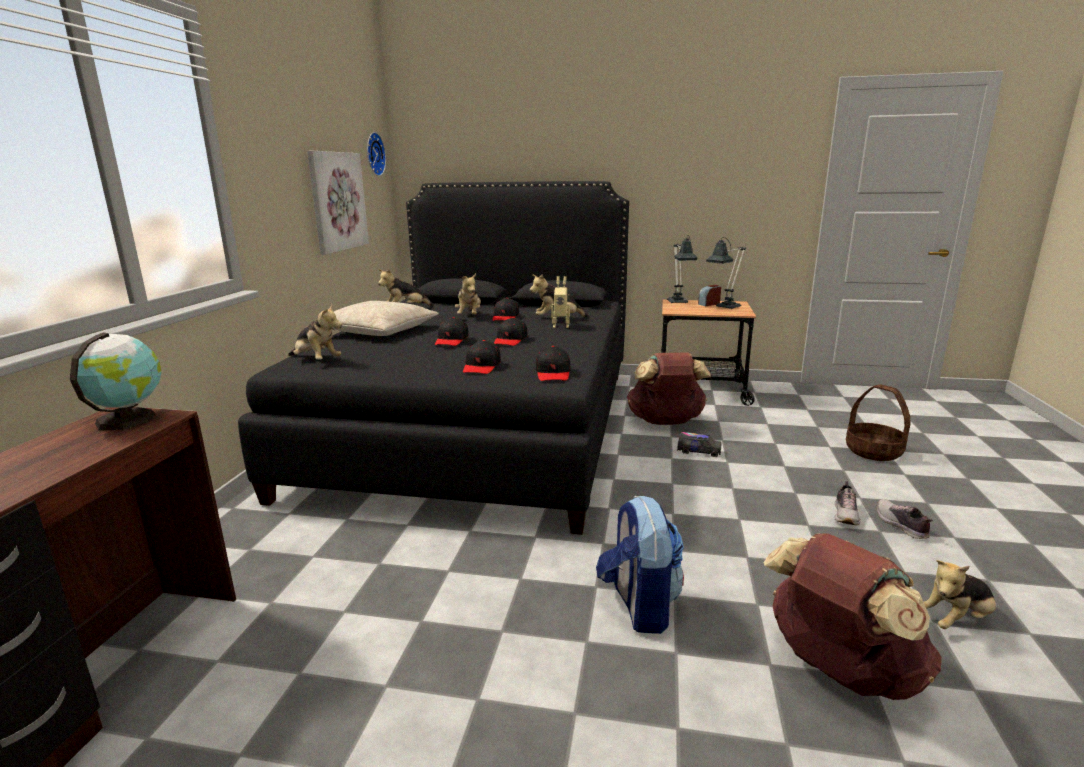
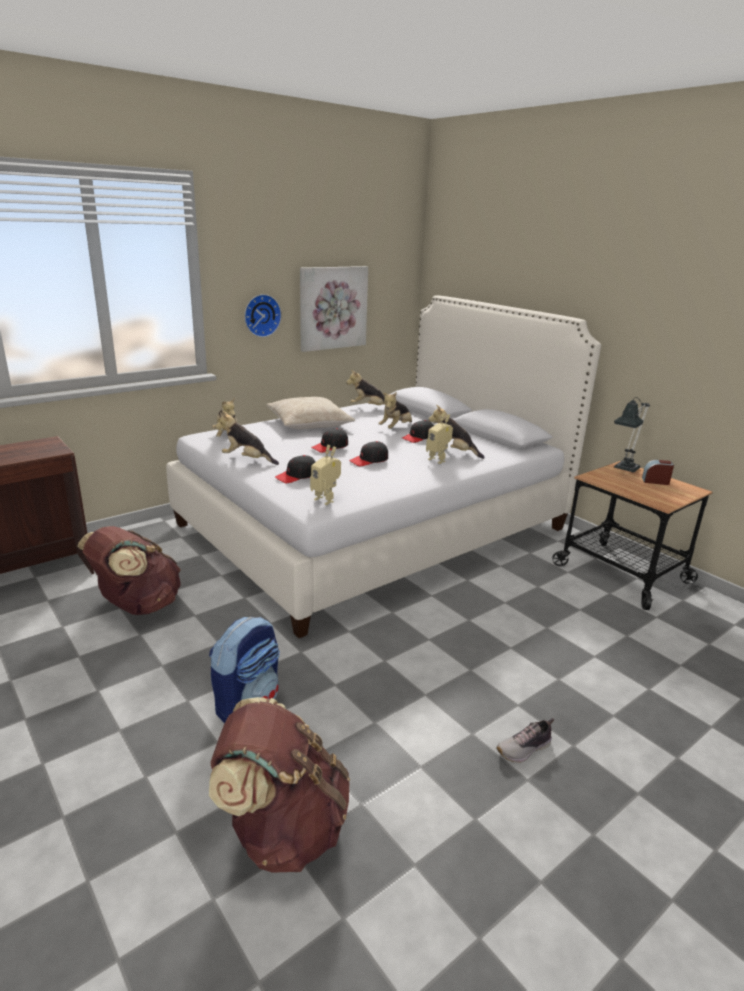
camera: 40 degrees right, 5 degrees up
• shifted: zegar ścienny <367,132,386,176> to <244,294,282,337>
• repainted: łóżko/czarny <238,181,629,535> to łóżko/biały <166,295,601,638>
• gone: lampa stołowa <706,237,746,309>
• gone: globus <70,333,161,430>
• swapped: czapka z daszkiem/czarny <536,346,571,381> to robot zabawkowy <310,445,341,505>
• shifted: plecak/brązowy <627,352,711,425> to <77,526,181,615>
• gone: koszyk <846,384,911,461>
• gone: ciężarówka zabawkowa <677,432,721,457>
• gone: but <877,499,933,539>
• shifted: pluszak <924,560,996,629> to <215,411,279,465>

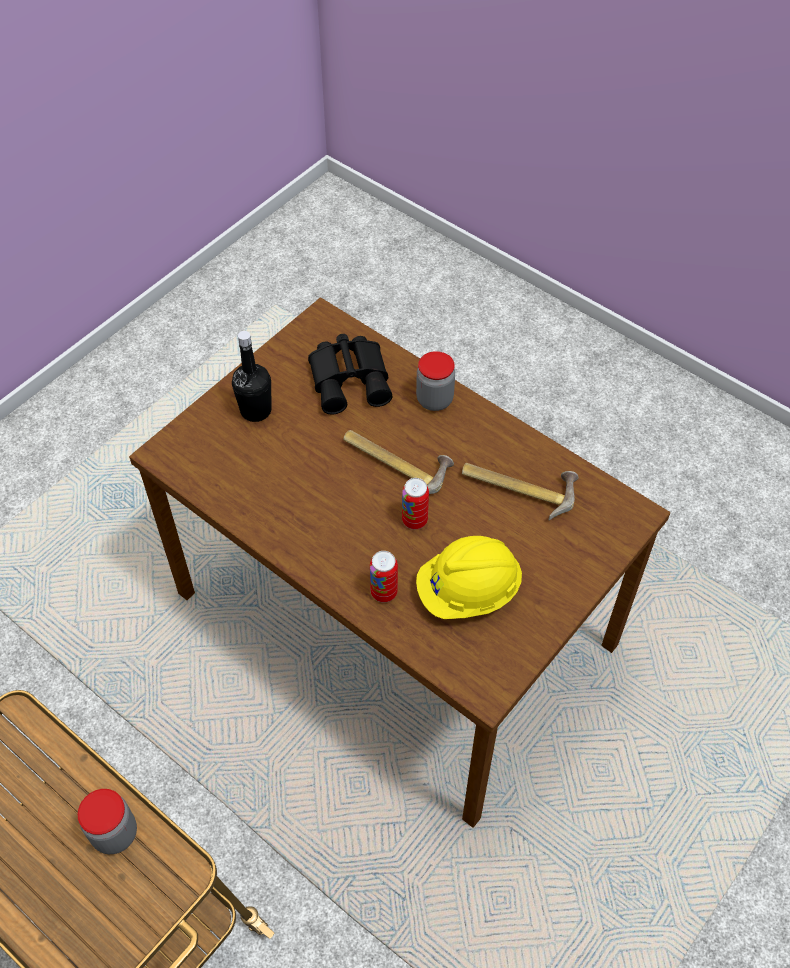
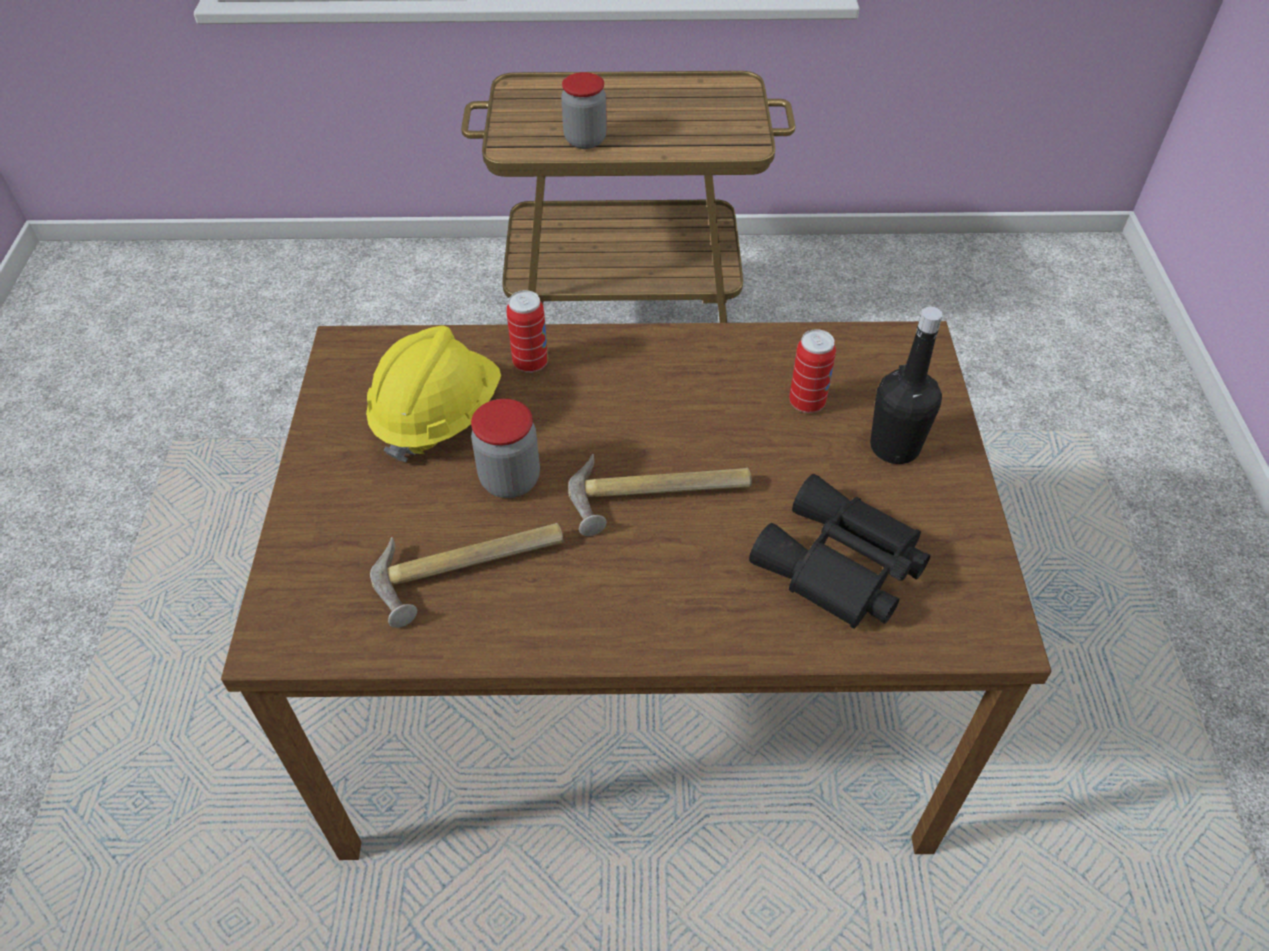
camera: 140 degrees right, 5 degrees down
• shifted: słoik <416,351,455,411> to <471,399,540,498>
• shifted: puszka <402,478,429,530> to <789,329,836,413>

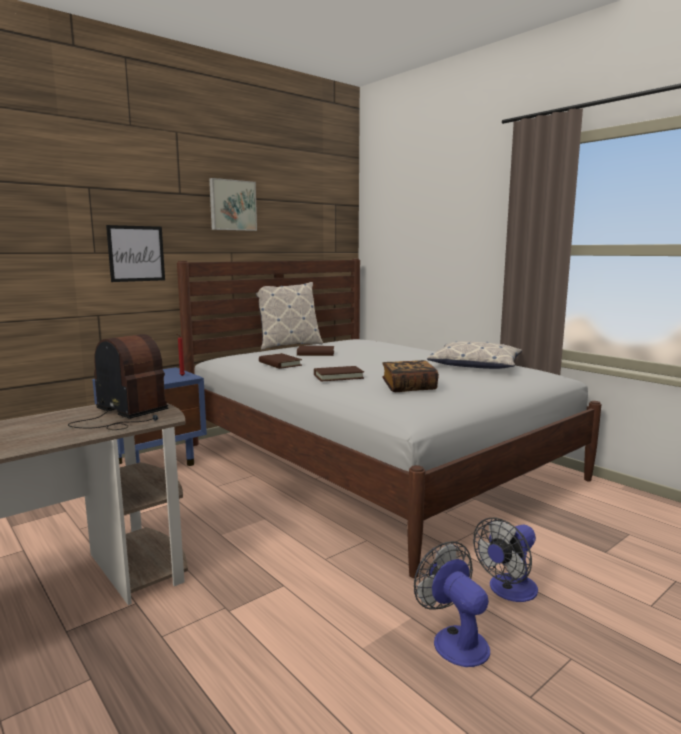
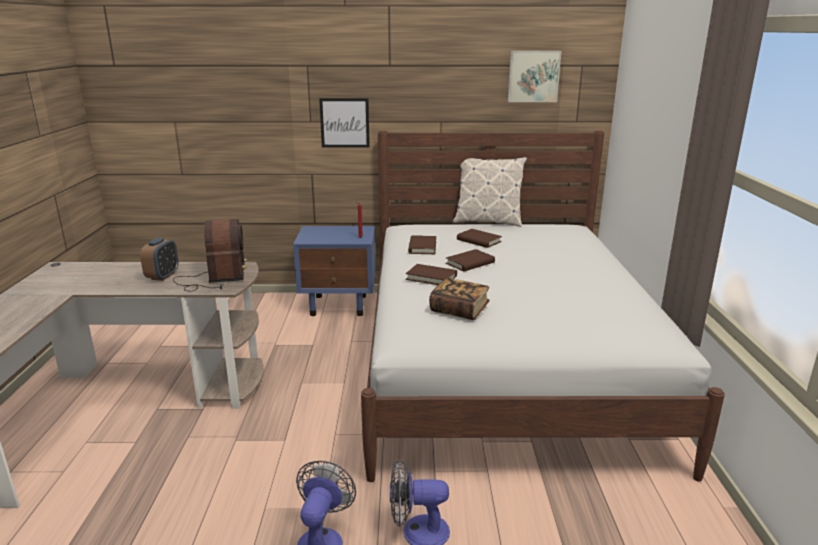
camera: 40 degrees right, 10 degrees up
• shifted: obraz <209,178,257,231> to <508,51,561,102>
• gone: poduszka <427,341,522,369>
• new: budzik <140,238,179,281>
• new: książka/brązowy <446,249,495,272>

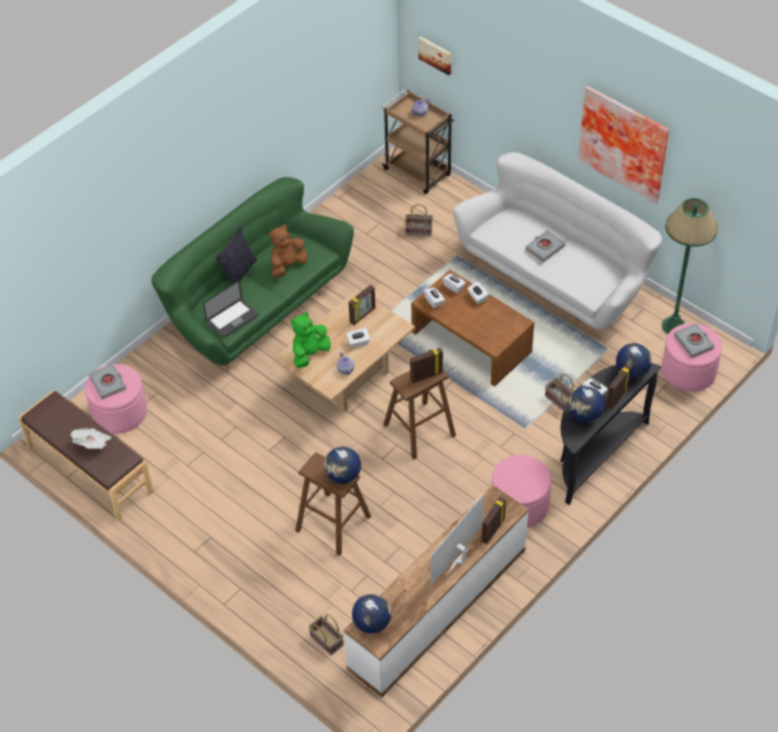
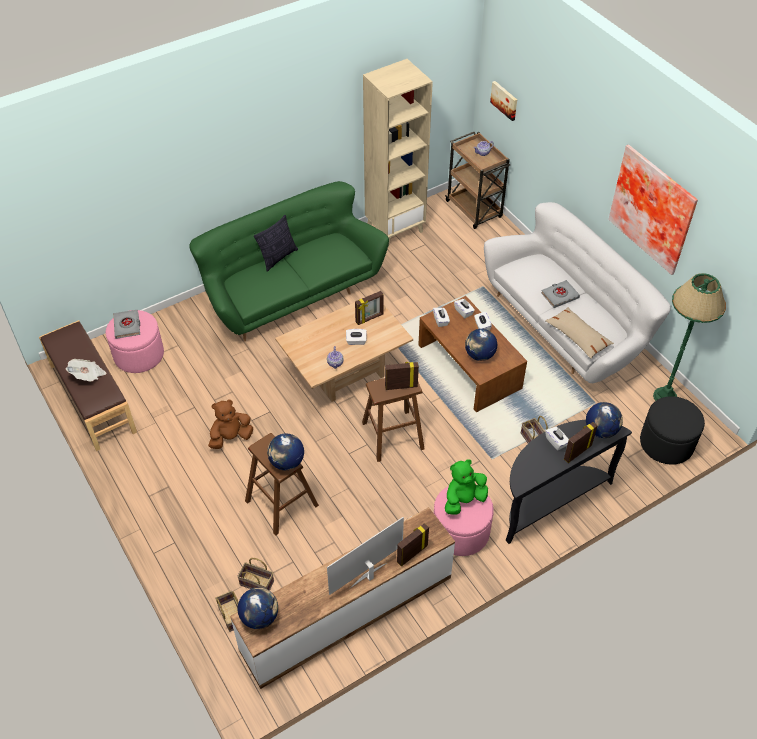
camera: 15 degrees right, 0 degrees up
• shifted: koszyk <405,204,433,236> to <237,558,274,591>
• shifted: pluszak/brązowy <269,225,308,278> to <208,399,253,449>
• gone: laptop <203,280,259,338>
• shifted: pluszak/zielony <290,312,331,368> to <445,459,488,515>
• repainted: pufa/różowy <661,323,722,392> to pufa/czarny <640,396,705,465>
• gone: książka/szary <674,323,715,358>
• shifted: globus <568,386,605,423> to <465,329,497,361>
• new: regał/beżowy <363,59,433,247>
• new: poduszka/beżowy <545,307,614,359>

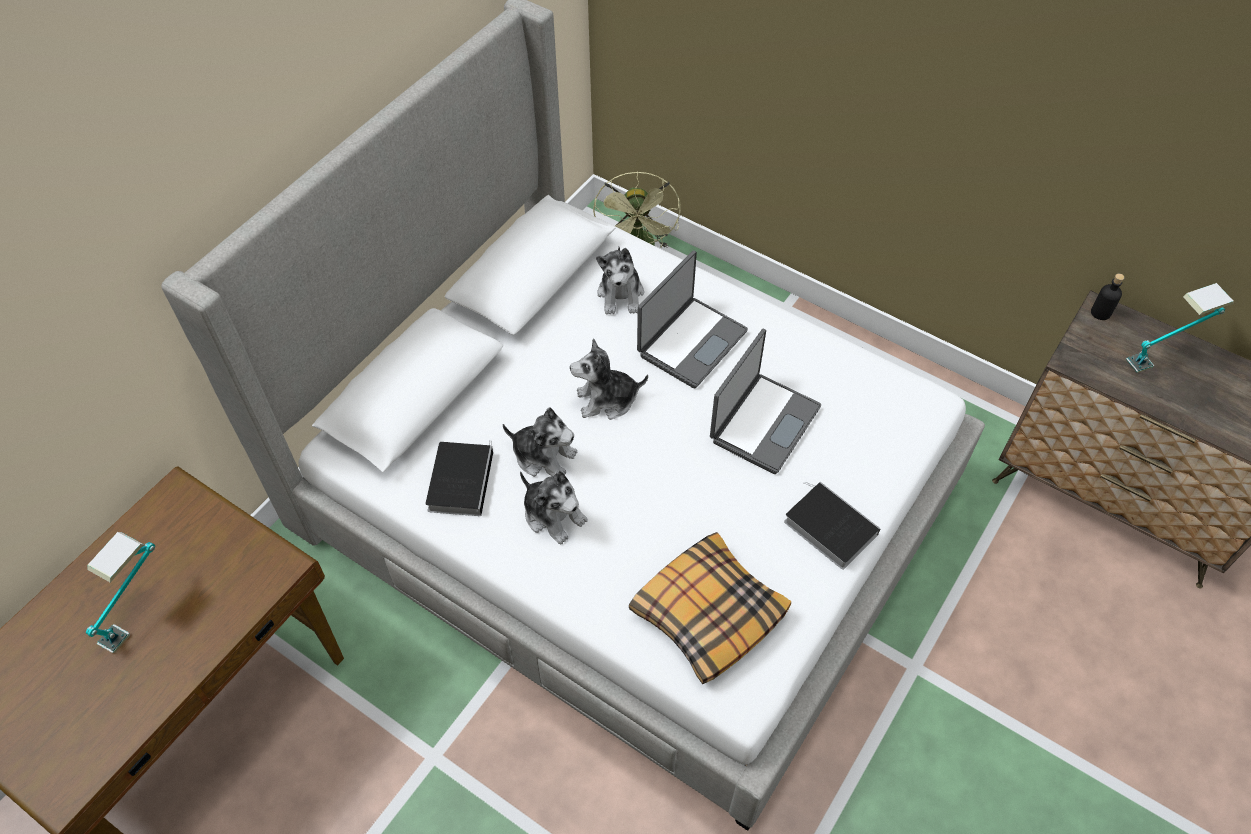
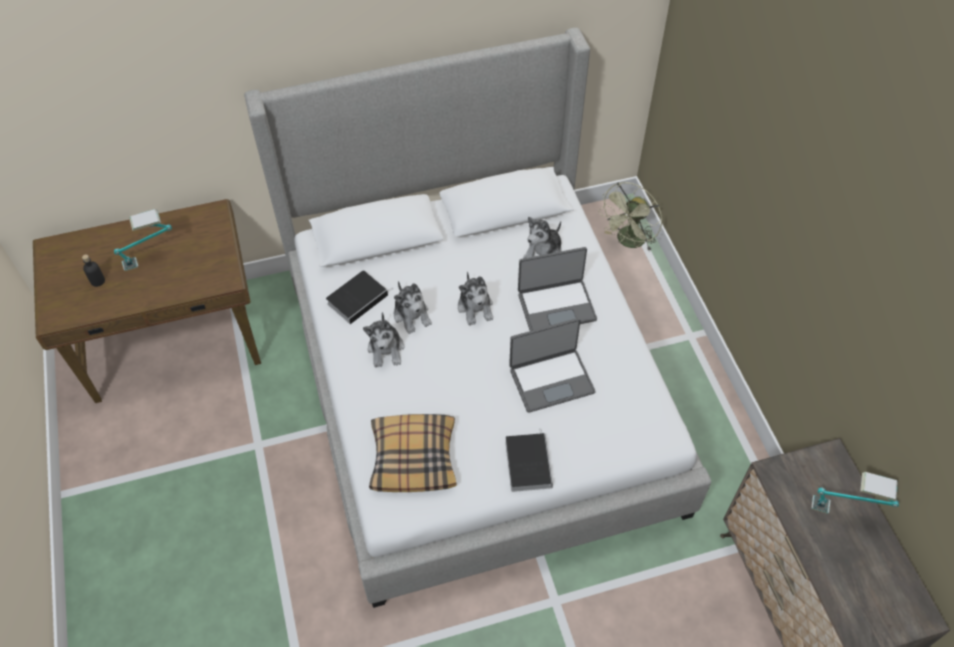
camera: 40 degrees right, 0 degrees up
• shifted: butelka/czarny <1091,274,1124,320> to <82,255,105,287>
• rotated: pluszak <570,338,648,420> = <458,272,493,325> 135 degrees counterclockwise

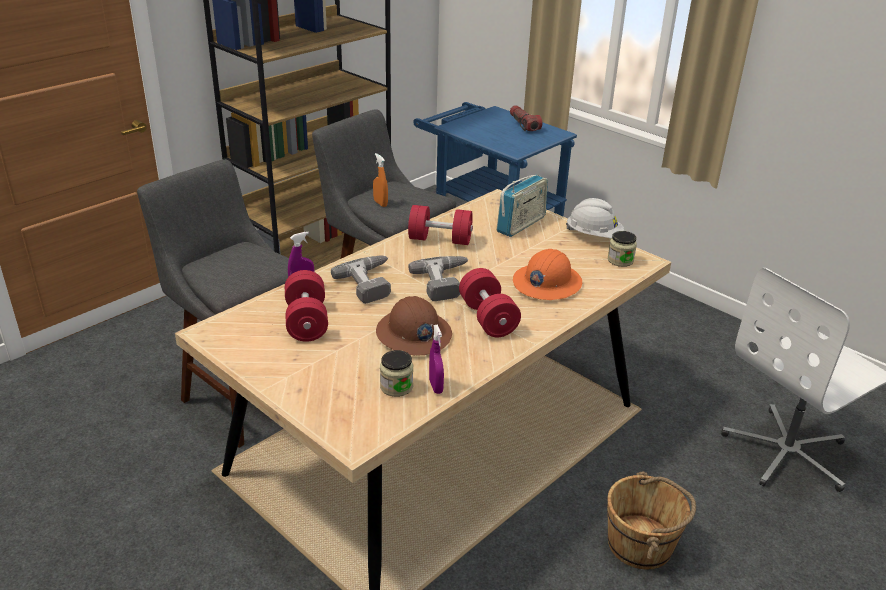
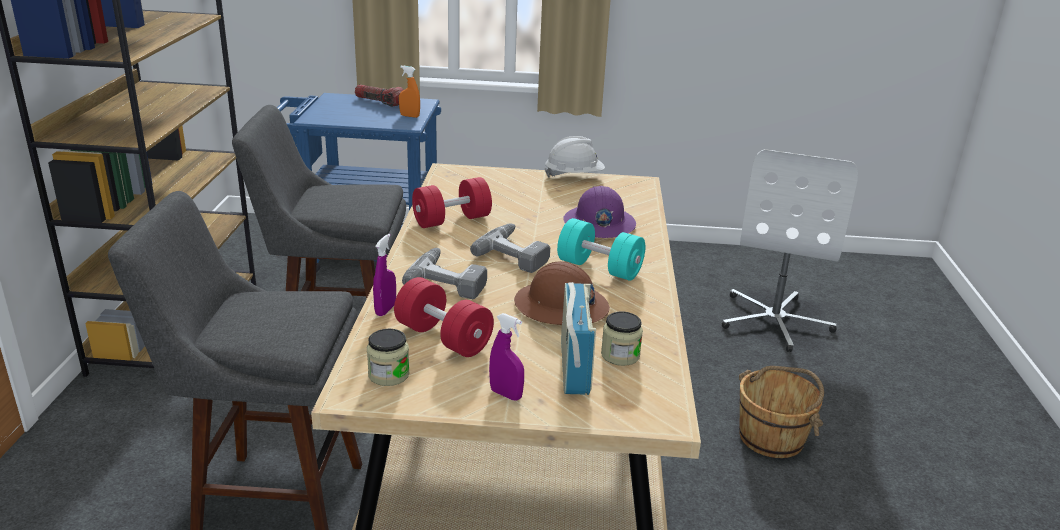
camera: 40 degrees left, 5 degrees down
• shifted: spryskiwacz/pomarańczowy <373,153,388,207> to <399,66,420,118>
• shifted: radio <496,175,548,237> to <561,282,596,395>
• shifted: słoik <608,231,637,267> to <367,329,410,386>
• repainted: kask/pomarańczowy <513,249,582,300> to kask/fioletowy <563,186,636,238>
• repainted: hantel/czerwony <459,268,521,337> to hantel/turkusowy <557,218,645,281>
• shifted: spryskiwacz/fioletowy <429,325,444,394> to <489,313,524,400>

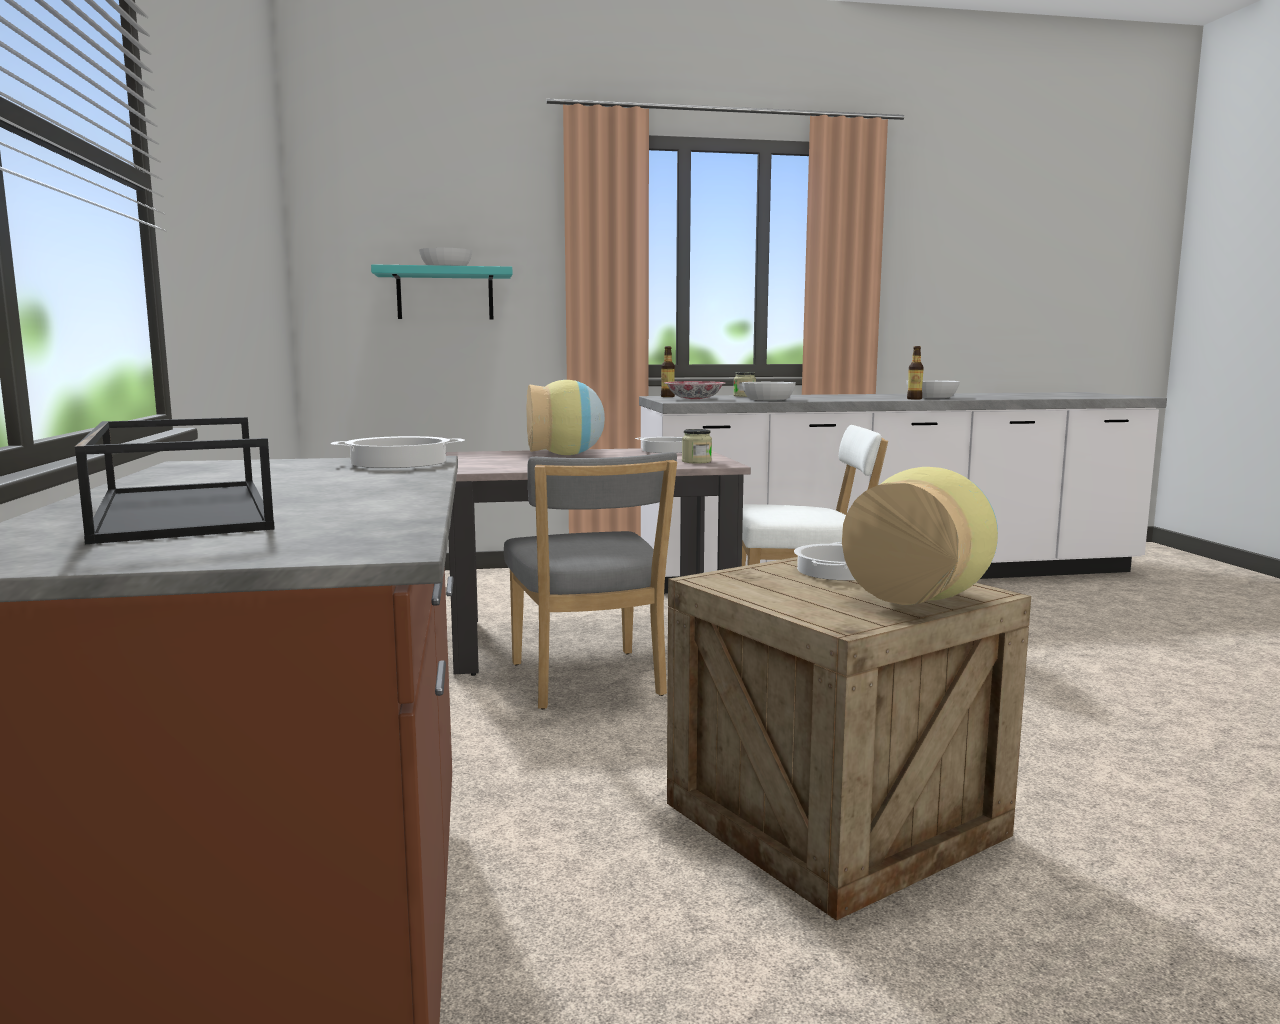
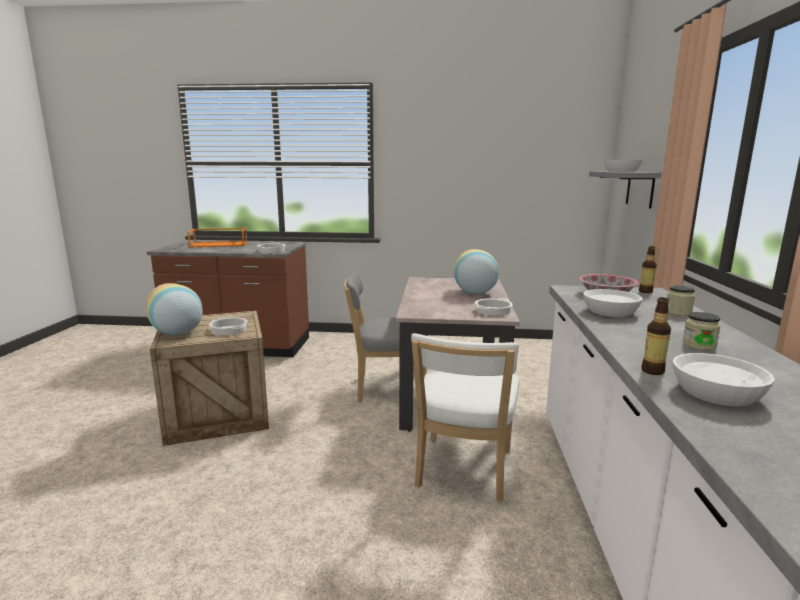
camera: 105 degrees right, 5 degrees up
• repainted: półka/turkusowy <371,264,512,319> to półka/szary <589,171,662,209>
• repainted: taca/czarny <75,417,275,544> to taca/pomarańczowy <188,228,247,247>
• shifted: słoik <682,429,712,464> to <683,312,721,351>

